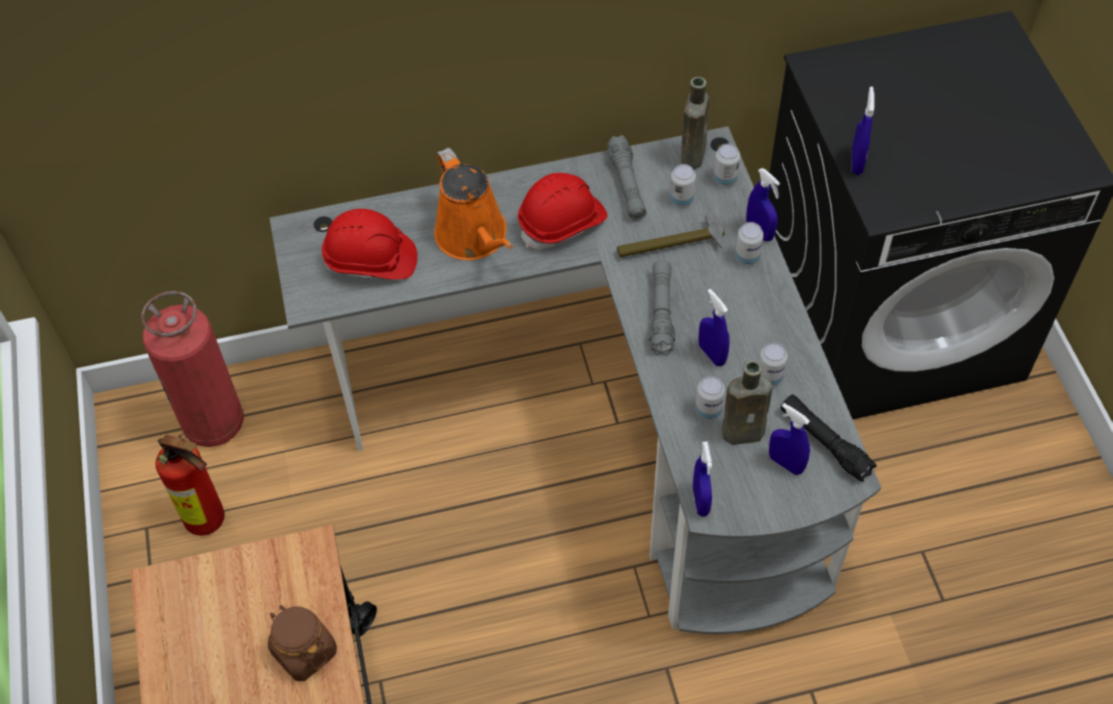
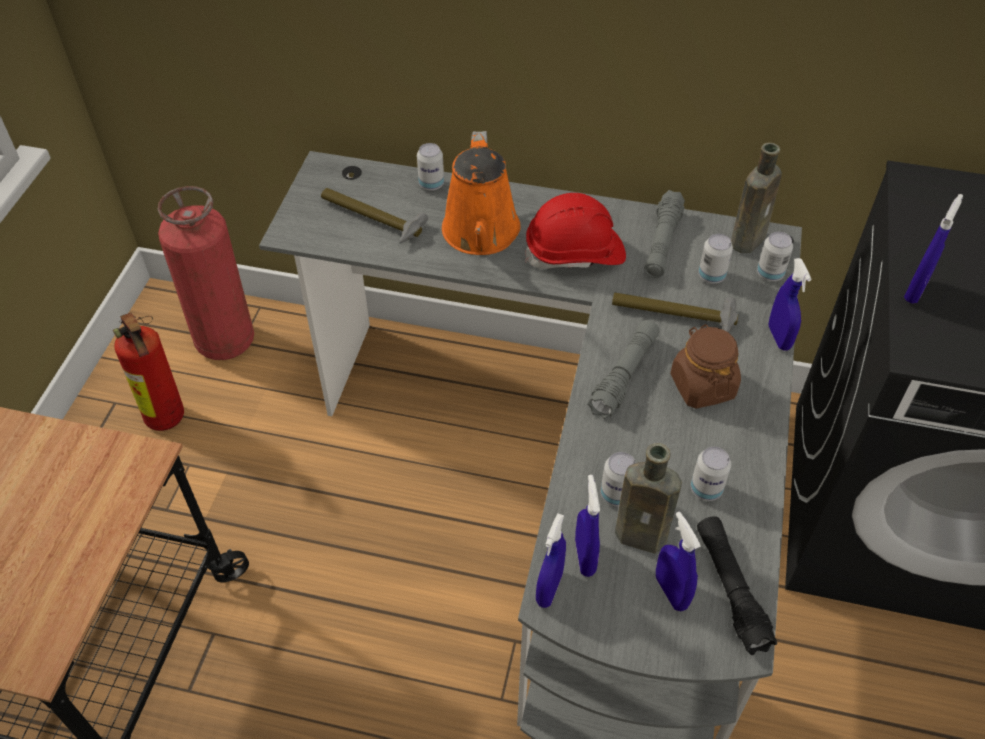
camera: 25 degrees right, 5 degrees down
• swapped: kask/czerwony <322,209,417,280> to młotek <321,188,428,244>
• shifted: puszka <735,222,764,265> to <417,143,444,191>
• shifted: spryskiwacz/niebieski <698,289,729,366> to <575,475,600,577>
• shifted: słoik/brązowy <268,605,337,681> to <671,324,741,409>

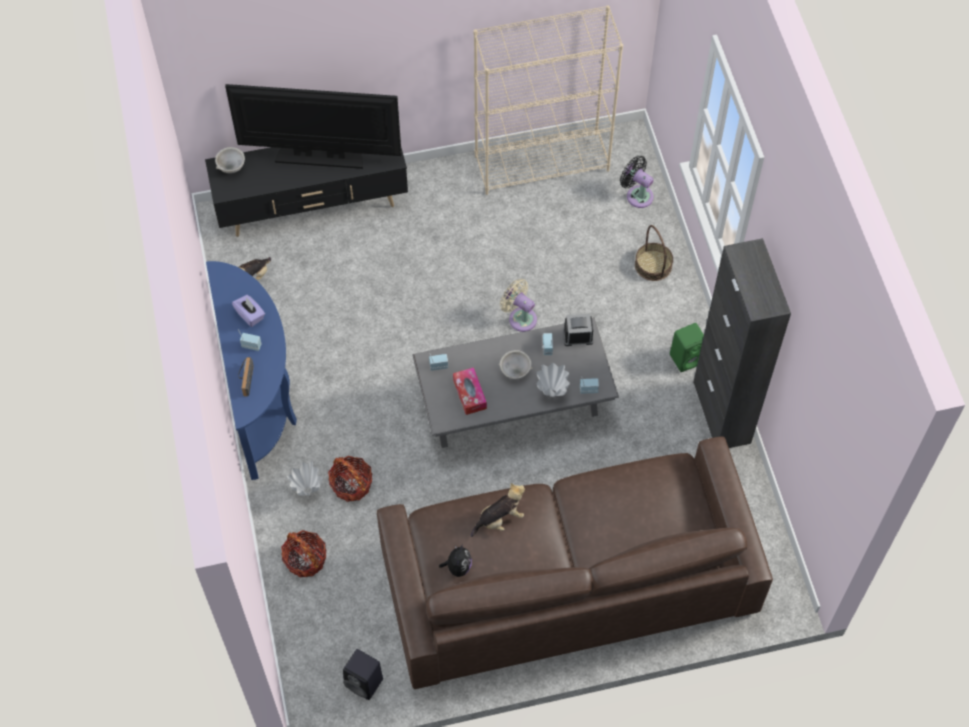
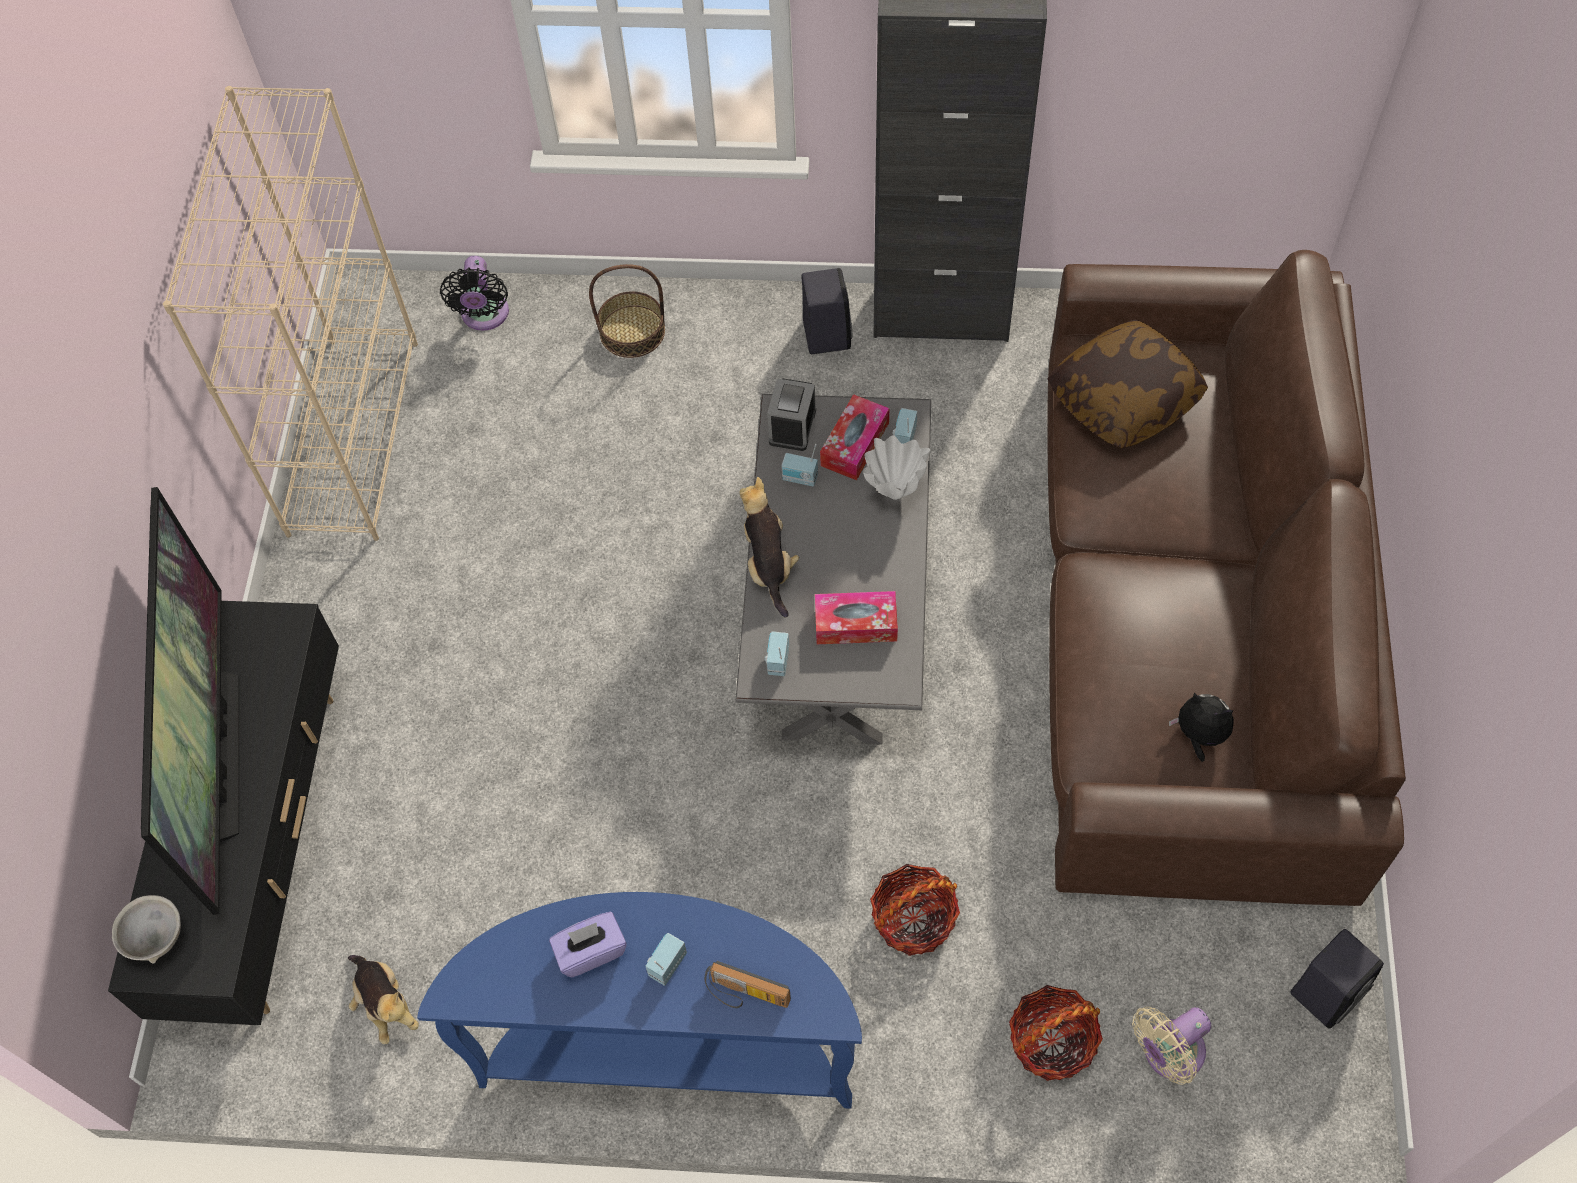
camera: 70 degrees left, 0 degrees up
• rotated: telewizor <225,84,402,169> = <141,487,239,915> 150 degrees clockwise
• rotated: wentylator/czarny <620,156,654,208> = <440,256,509,331> 60 degrees counterclockwise
• shifted: wentylator/beżowy <500,279,537,332> to <1132,1007,1211,1084>
• repainted: głośnik/zielony <670,323,704,372> to głośnik/czarny <801,268,852,354>
• gone: miska/szary <499,350,533,379>
• gone: wazon/biały <287,461,323,496>
• shifted: pluszak <471,483,525,537> to <739,477,799,618>
• new: poduszka <1047,319,1208,449>
• new: pudełko chusteczek <820,394,889,480>

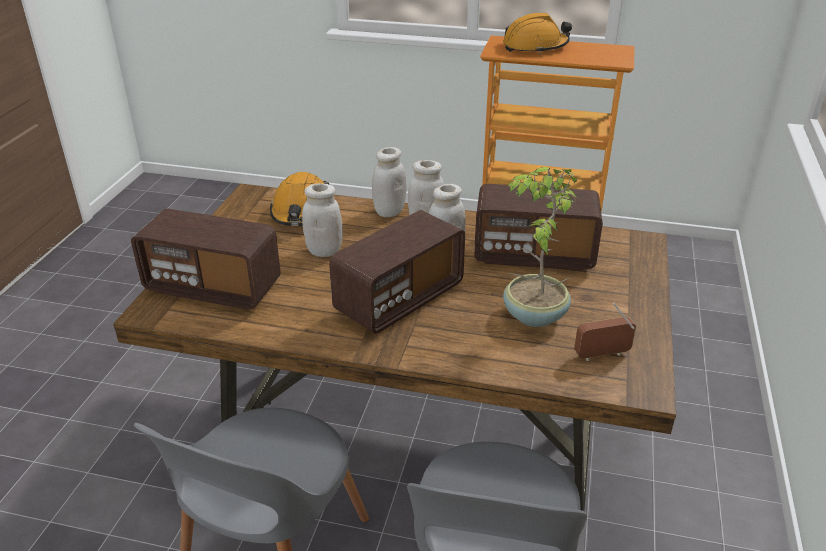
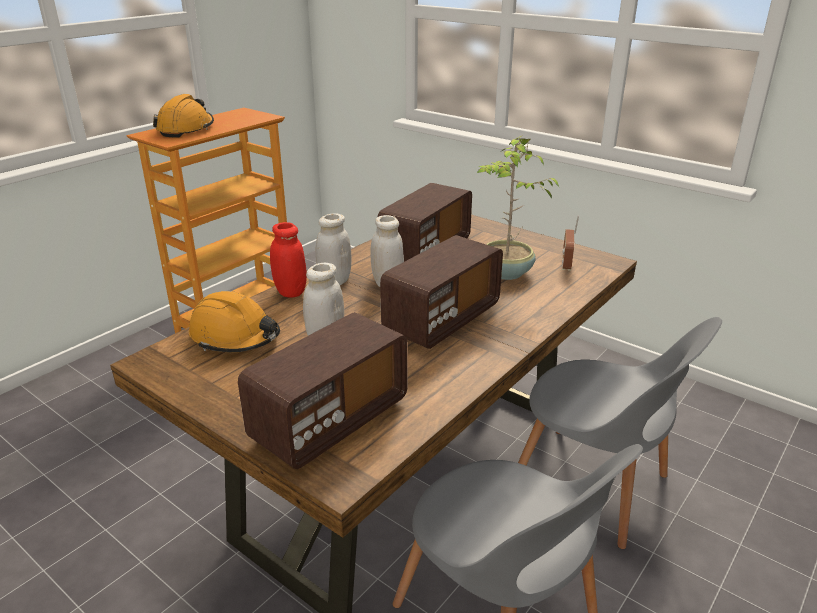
camera: 65 degrees left, 5 degrees down
• repainted: słoik/biały <372,147,406,217> to słoik/czerwony <270,222,307,298>
• rotated: radio <329,210,465,334> = <380,235,503,349> 60 degrees clockwise

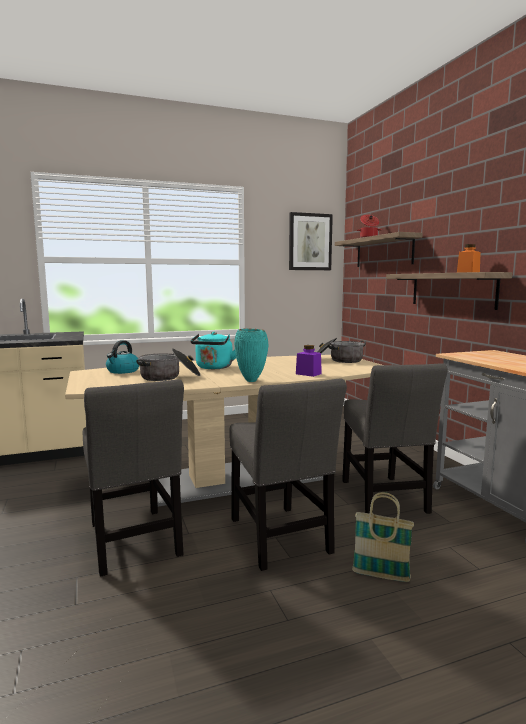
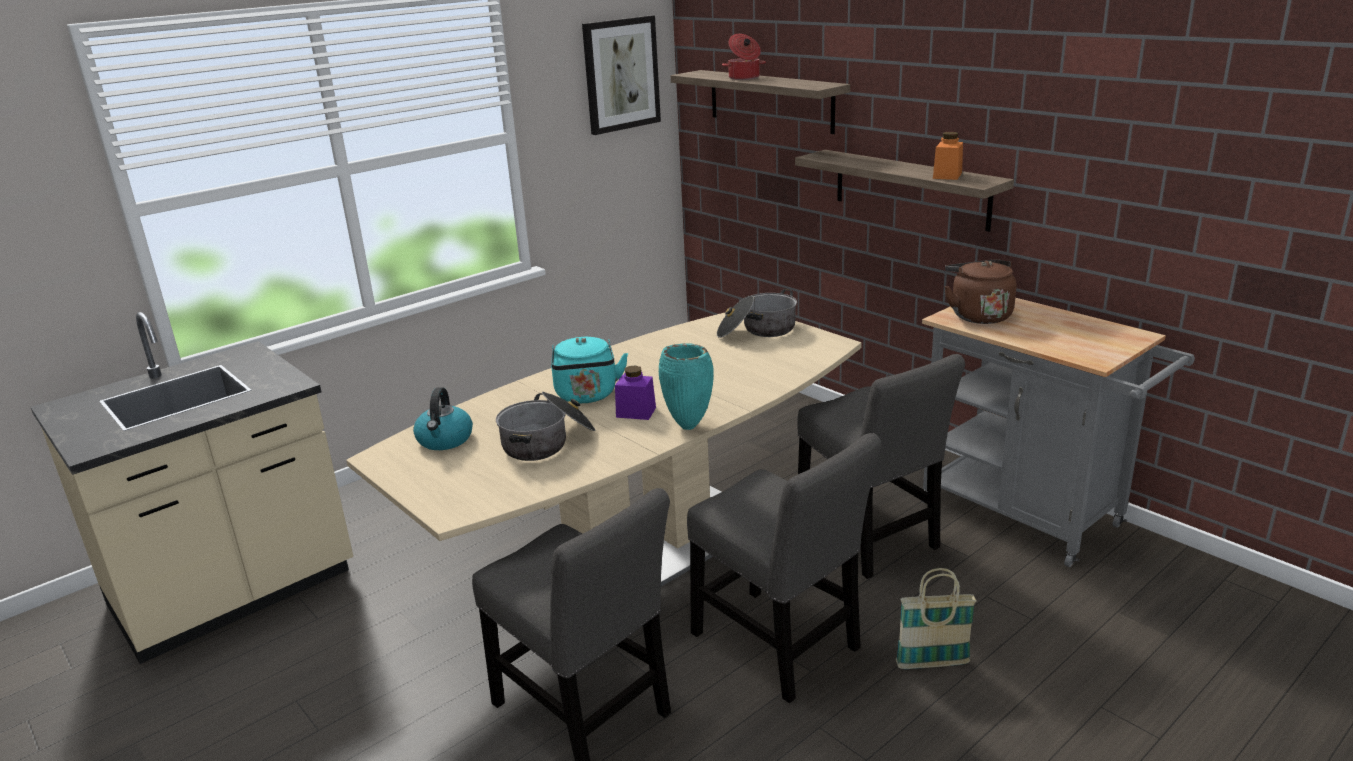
camera: 20 degrees left, 15 degrees up
• shifted: słoik/fioletowy <296,345,322,377> to <615,365,656,420>
• new: czajnik/brązowy <944,259,1017,324>

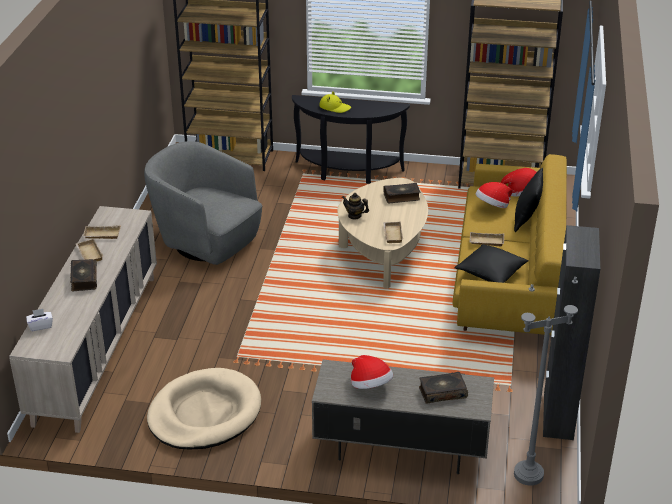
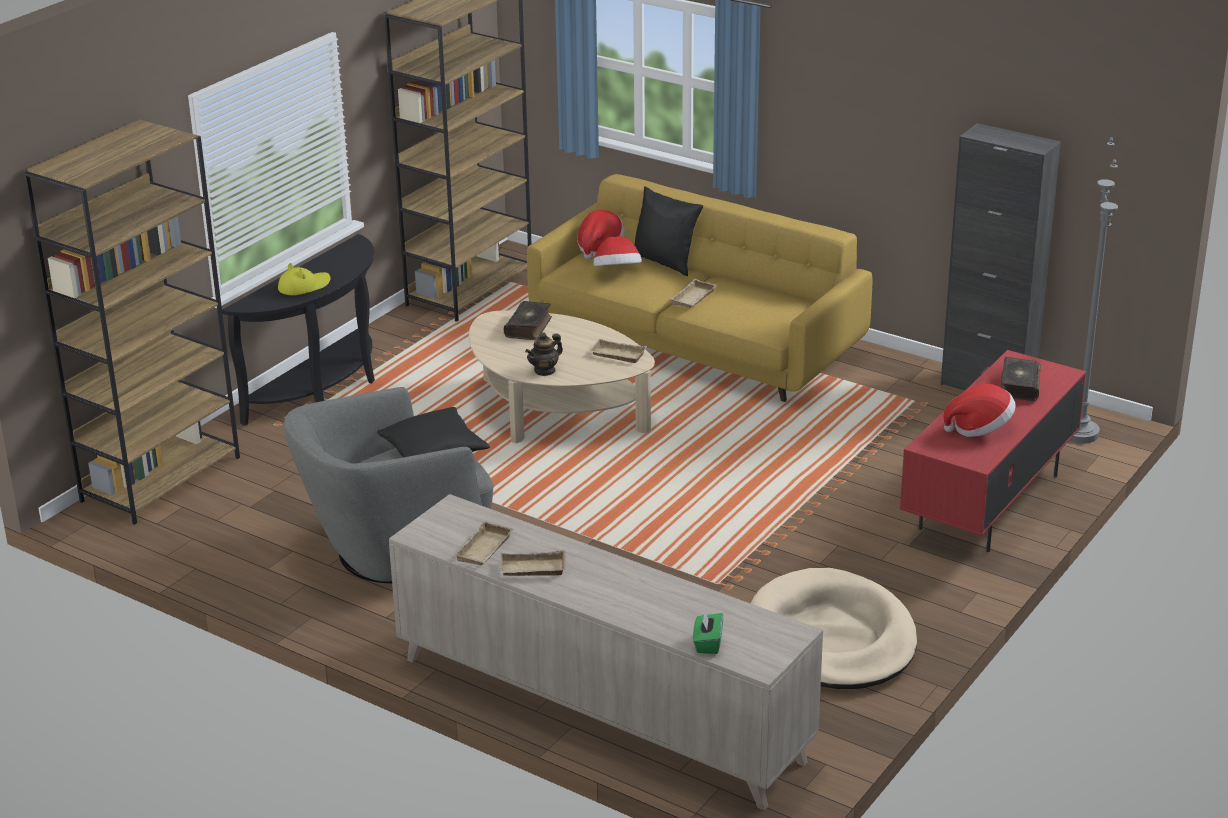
camera: 65 degrees left, 5 degrees down
• shifted: poduszka/czarny <455,244,529,283> to <377,407,490,458>
• gone: książka <70,259,97,291>
• repainted: pudełko chusteczek/biały <26,309,53,331> to pudełko chusteczek/zielony <693,611,723,654>
• repainted: szafka pod telewizor/szary <312,360,494,474> to szafka pod telewizor/czerwony <900,350,1086,552>

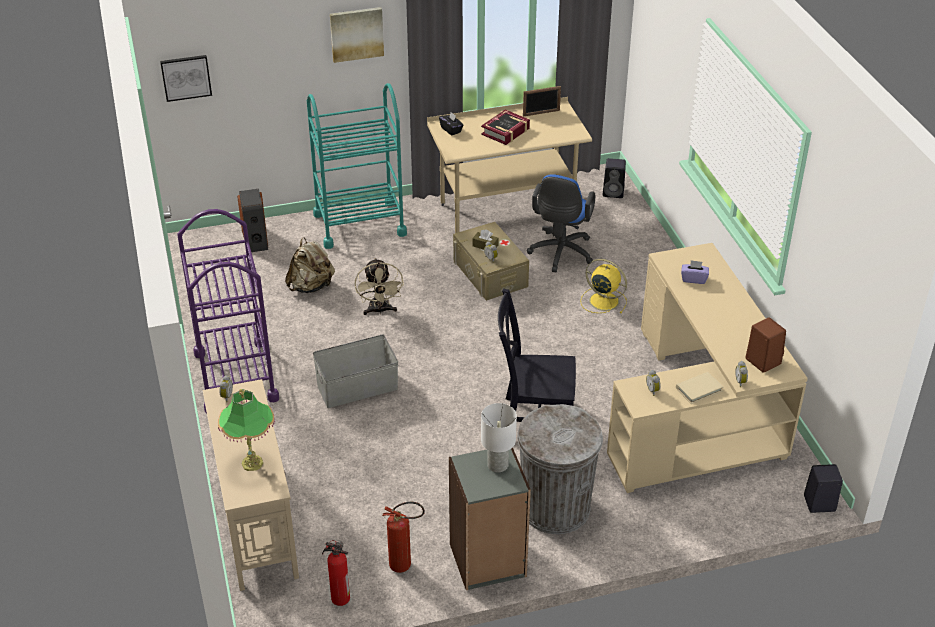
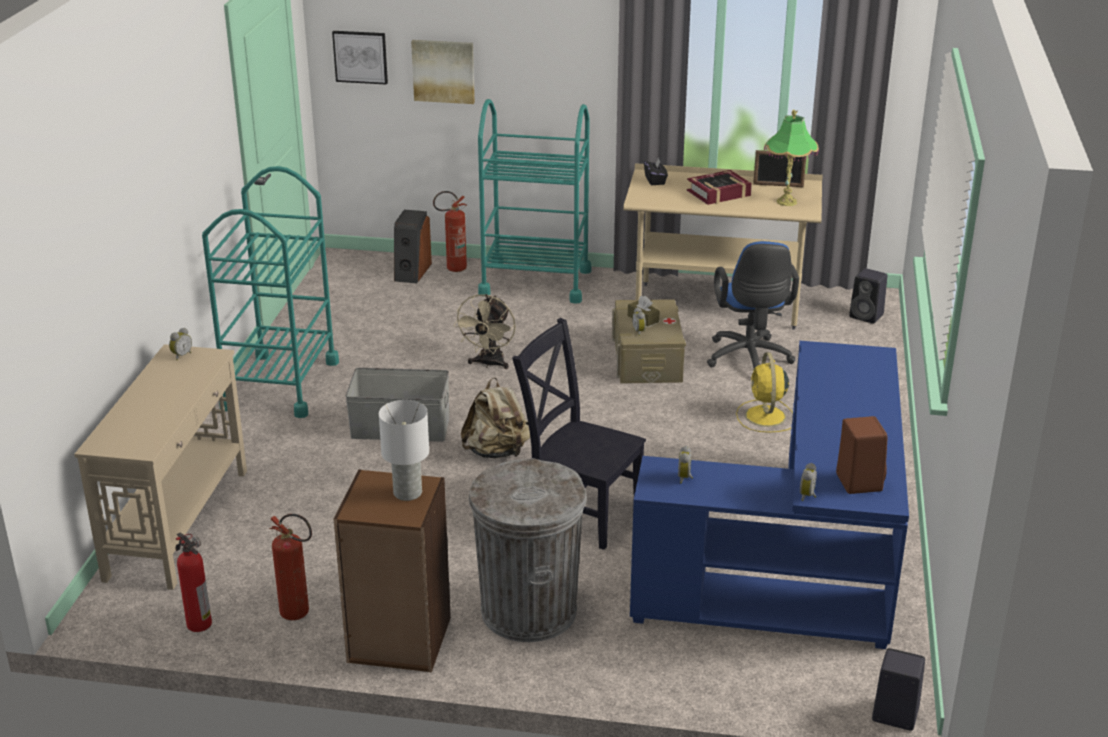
camera: 25 degrees right, 10 degrees down
• shifted: obraz <330,7,384,63> to <411,40,475,104>
• rotated: krzesło biurowe/niebieski <527,174,595,272> = <707,241,799,368> 45 degrees counterclockwise
• repainted: wózek/fioletowy <177,209,279,414> to wózek/turkusowy <202,166,339,418>
• shifted: plecak/beżowy <285,237,335,293> to <461,378,530,458>
• repainted: biurko/beżowy <607,243,808,493> to biurko/niebieski <630,341,909,649>
• rotated: wentylator/żółty <581,259,627,313> = <736,352,793,433> 150 degrees counterclockwise
• gone: pudełko chusteczek/fioletowy <681,260,709,284>
• gone: książka/beżowy <676,372,723,404>
• shifted: lampa stołowa <218,389,275,471> to <764,110,819,206>
• repainted: regał/szary <449,448,531,590> to regał/brązowy <334,469,451,672>
• new: gaśnica <433,191,467,272>

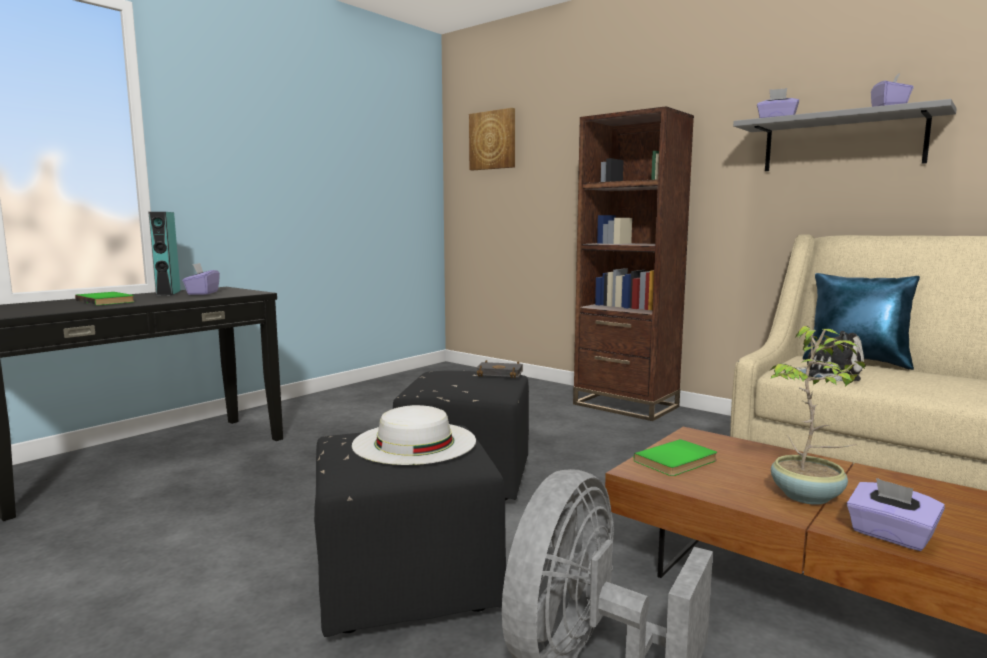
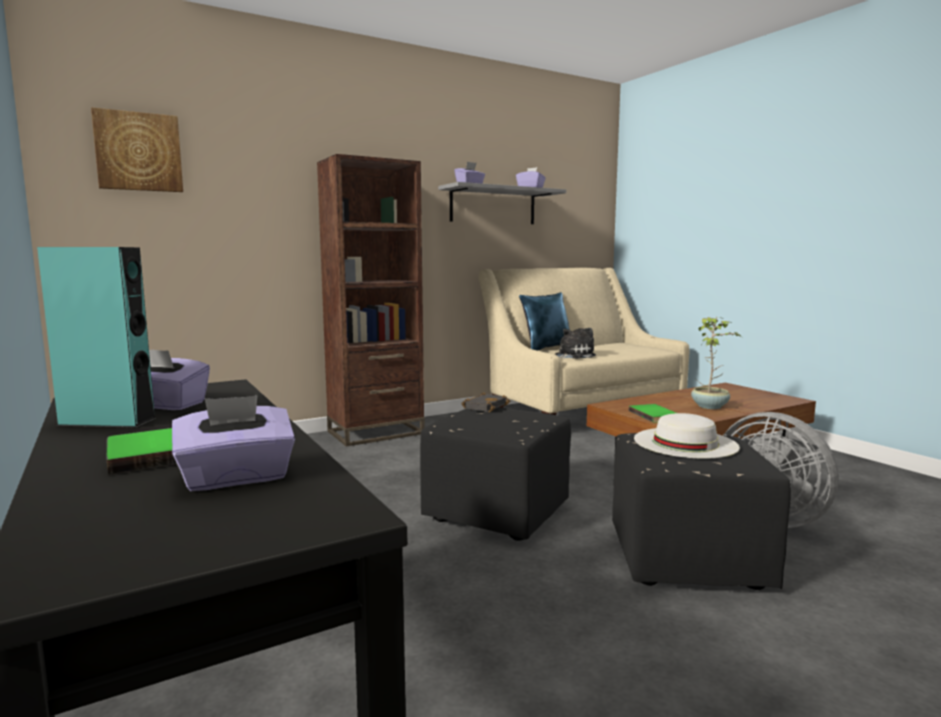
camera: 70 degrees left, 0 degrees up
• shifted: pudełko chusteczek/fioletowy <847,478,945,551> to <172,395,295,491>

